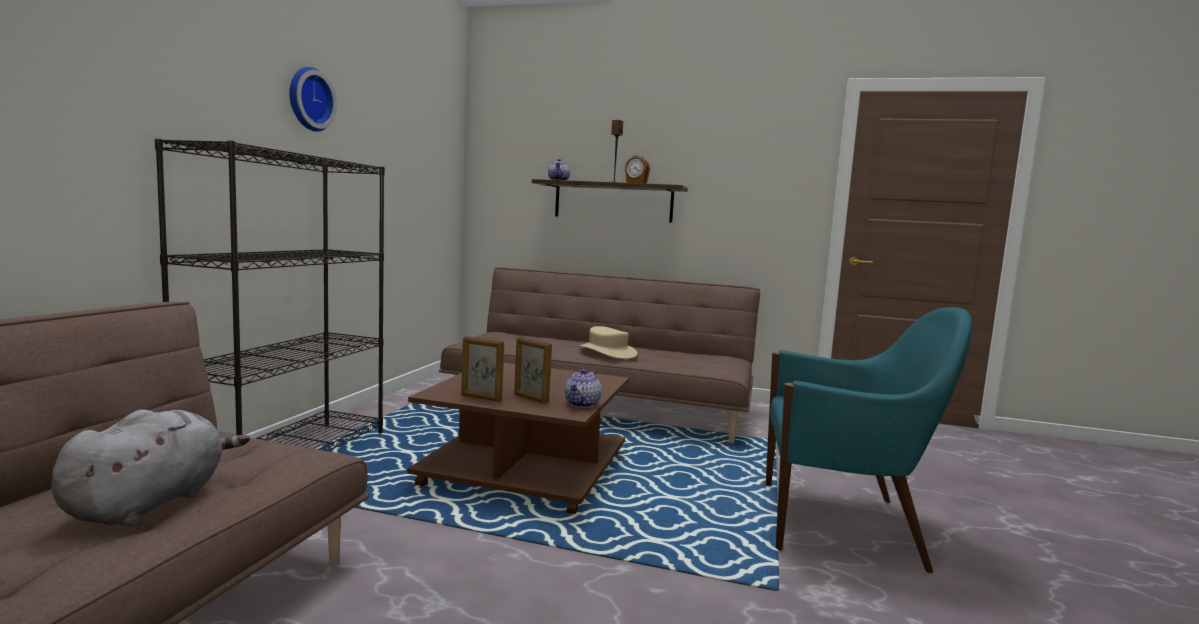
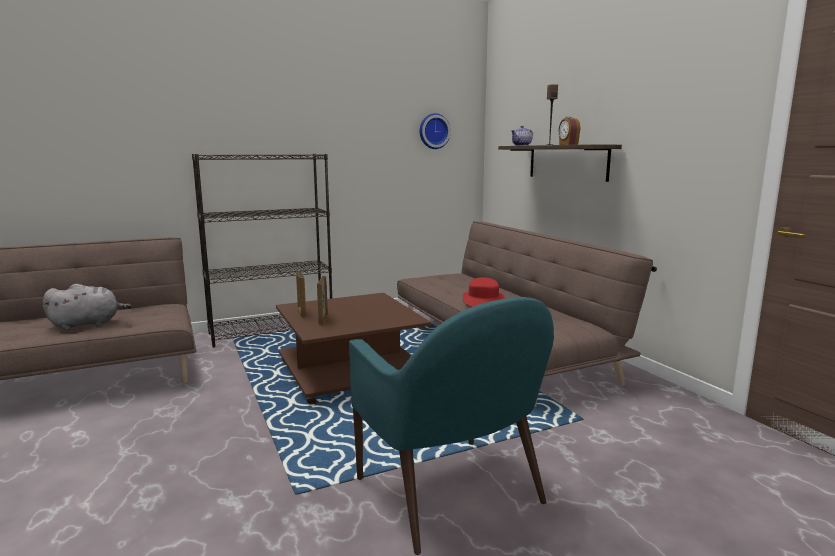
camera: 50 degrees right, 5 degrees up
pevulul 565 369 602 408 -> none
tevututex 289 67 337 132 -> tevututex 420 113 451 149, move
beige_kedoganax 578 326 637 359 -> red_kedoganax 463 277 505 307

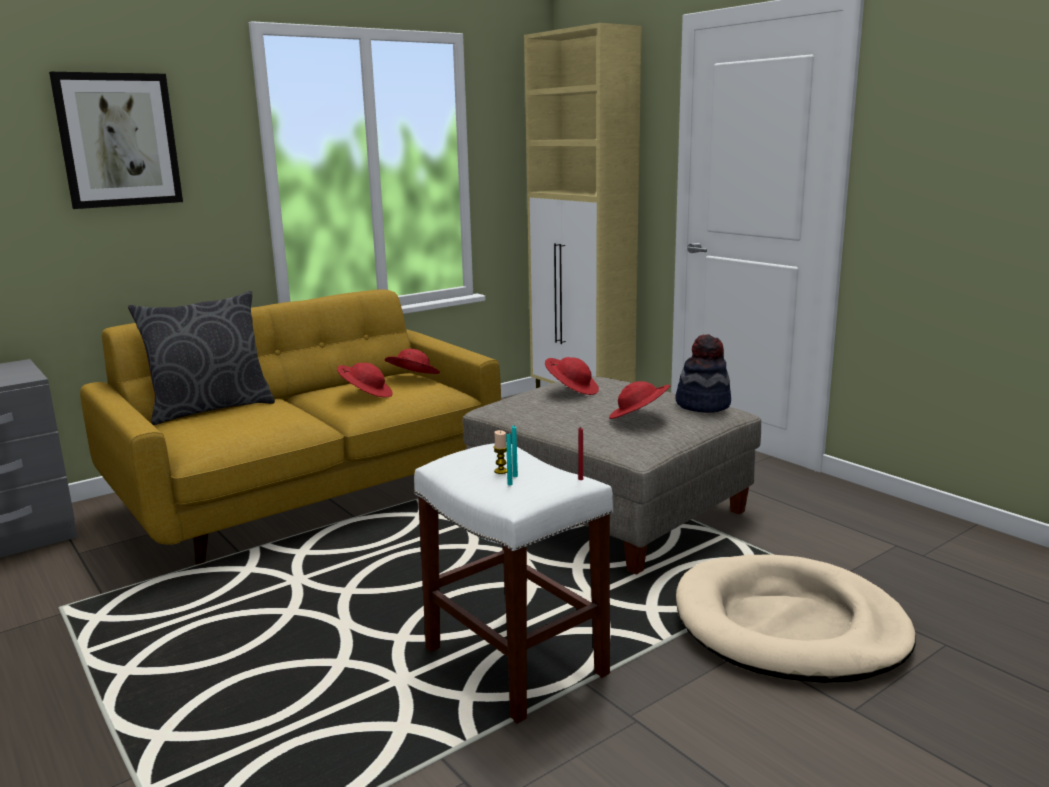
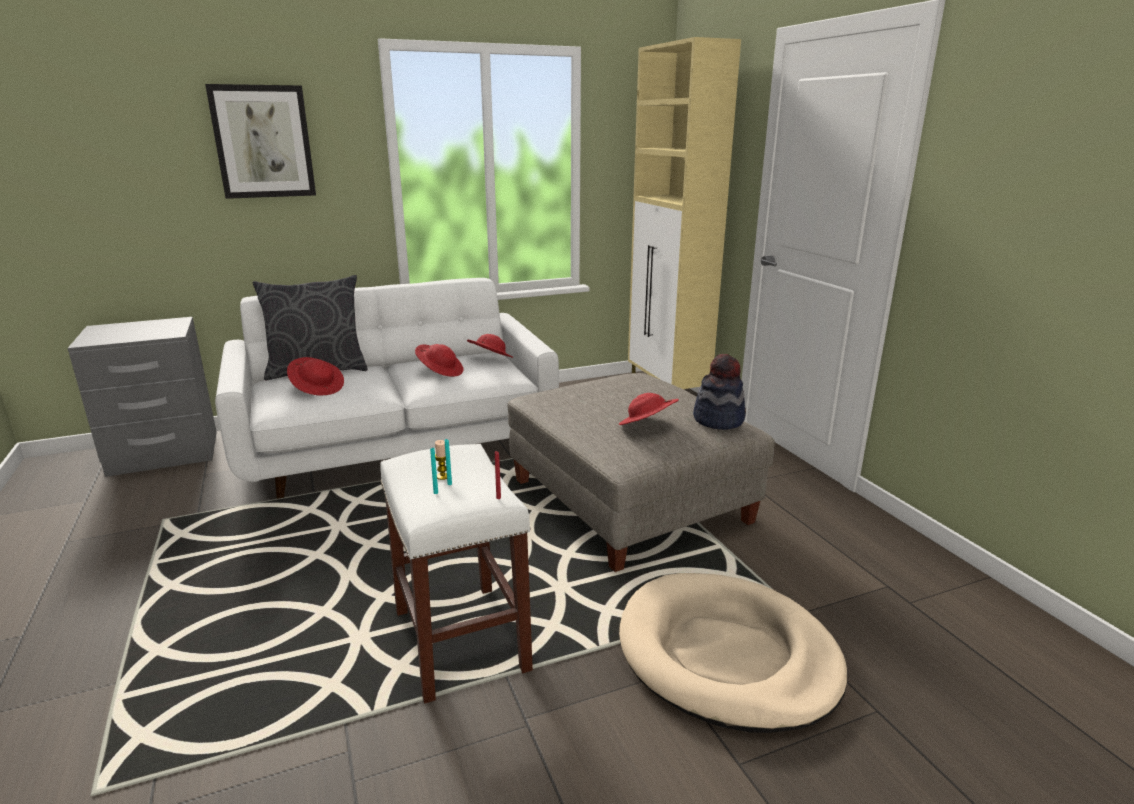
camera: 15 degrees right, 5 degrees up
red_kedoganax 545 357 599 395 -> red_kedoganax 287 357 344 396, move
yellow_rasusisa 80 289 501 565 -> white_rasusisa 215 278 559 499

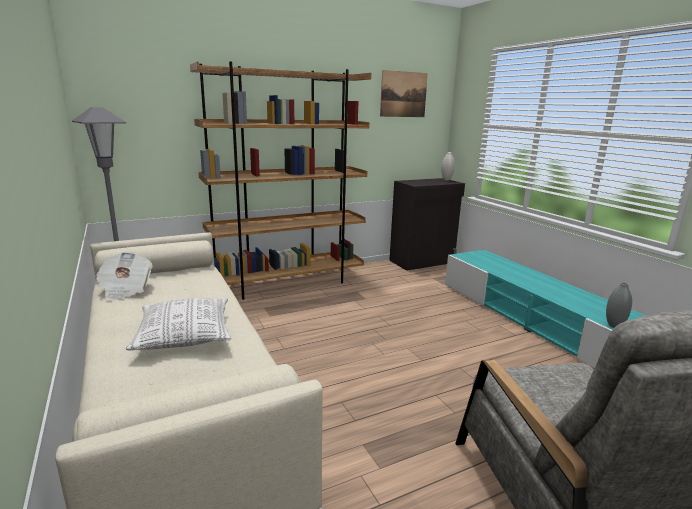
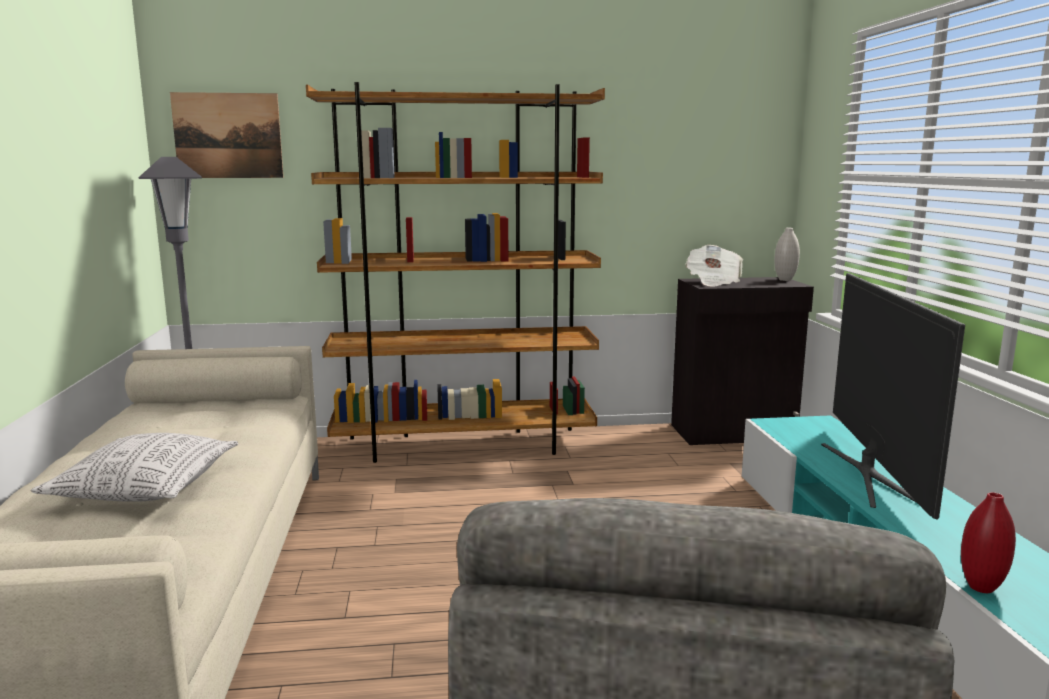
camera: 20 degrees right, 5 degrees down
none -> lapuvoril 821 273 965 519
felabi 96 252 153 301 -> felabi 685 245 743 287, move
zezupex 380 70 428 117 -> zezupex 170 92 283 178, move
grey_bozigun 606 282 632 328 -> red_bozigun 961 492 1016 593

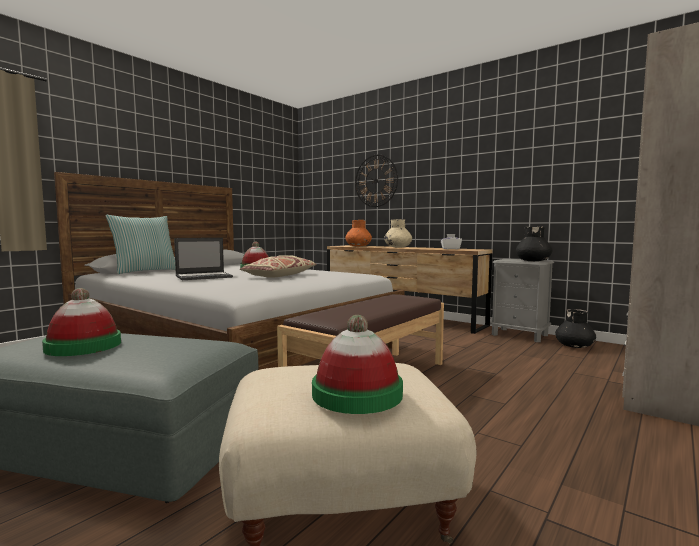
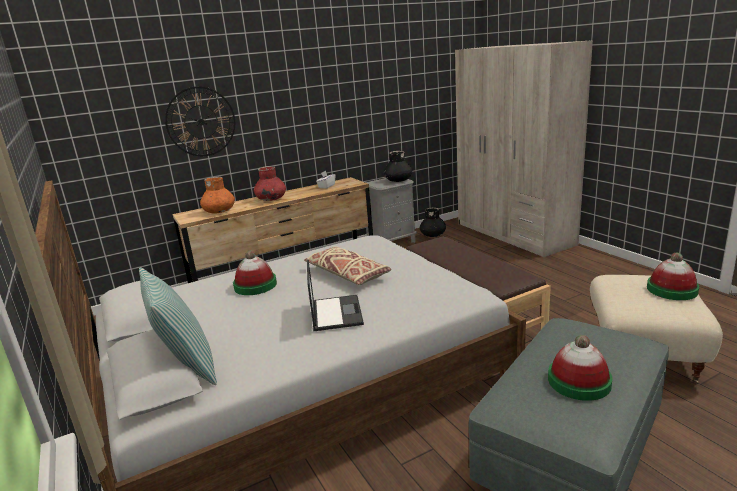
camera: 65 degrees left, 15 degrees up
beige_bozigun 384 219 412 248 -> red_bozigun 254 166 286 201

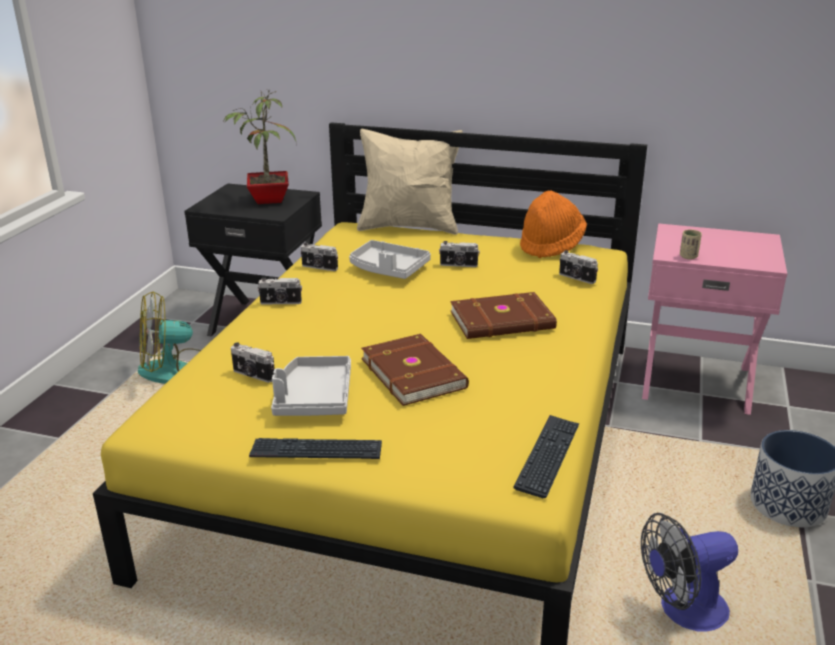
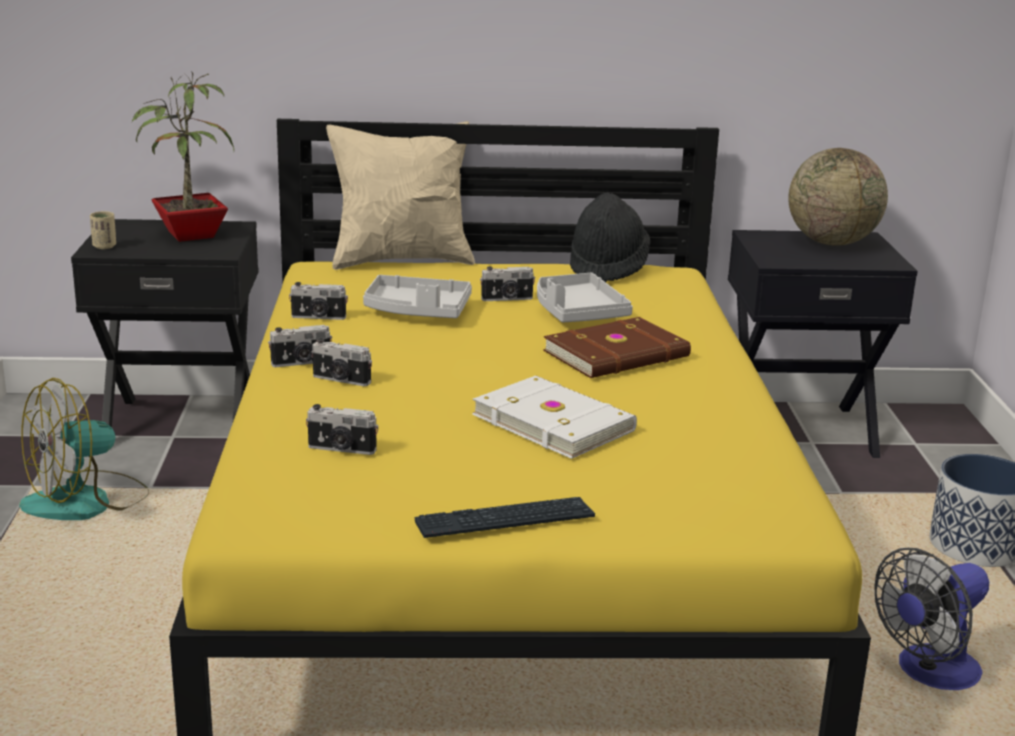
camera: 20 degrees left, 5 degrees down
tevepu 513 415 579 498 -> none
none -> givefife 788 148 888 246
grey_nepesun 271 356 351 416 -> grey_nepesun 537 273 633 323, move
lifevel 559 250 598 284 -> lifevel 312 338 372 386, move
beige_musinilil 680 229 702 260 -> beige_musinilil 90 211 116 249, move
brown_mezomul 361 334 469 406 -> white_mezomul 472 376 637 459
orange_kedoganax 520 190 587 258 -> black_kedoganax 570 193 651 282
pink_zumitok 642 224 787 415 -> black_zumitok 728 230 918 458

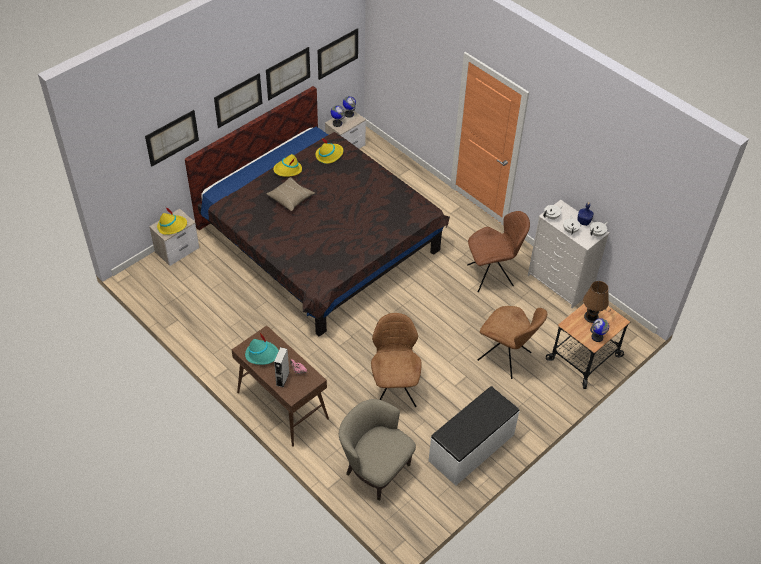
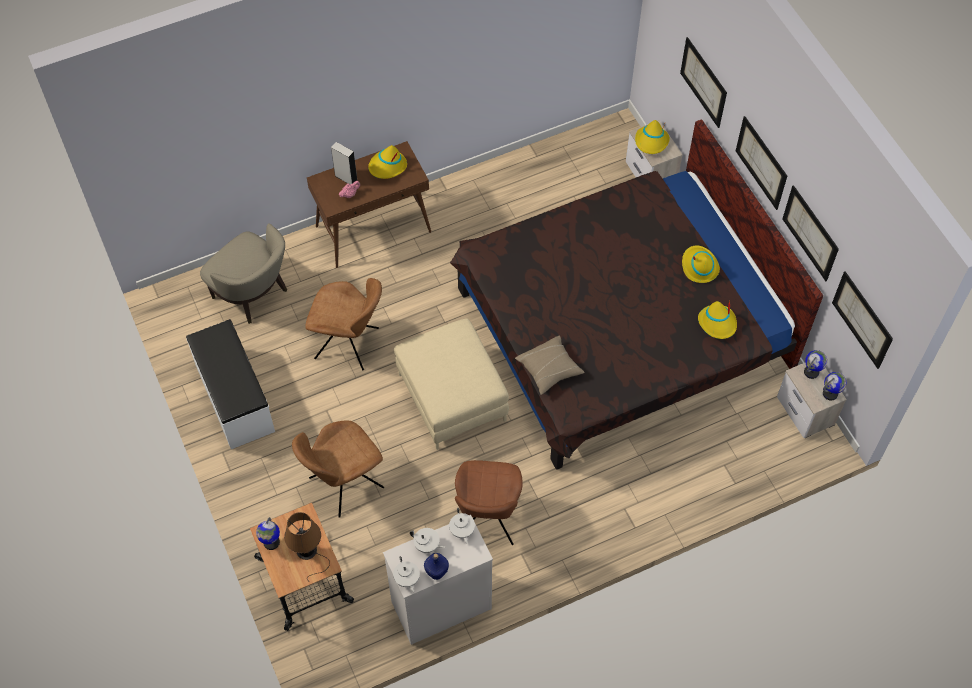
camera: 110 degrees right, 10 degrees up
none -> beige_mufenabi 394 318 509 450
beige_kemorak 266 177 315 211 -> beige_kemorak 515 336 584 395, move
turquoise_kedoganax 245 333 279 365 -> yellow_kedoganax 368 145 407 179
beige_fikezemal 339 399 416 500 -> beige_fikezemal 200 223 287 324, 75 degrees clockwise

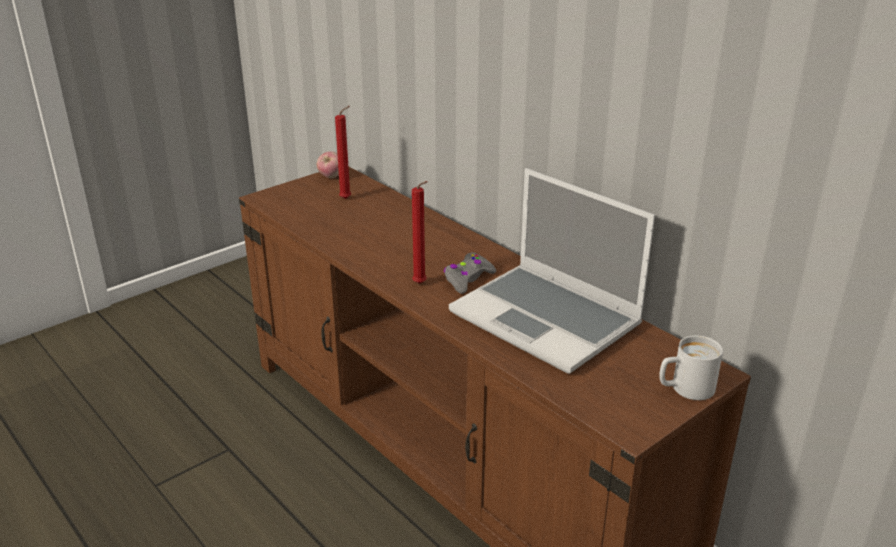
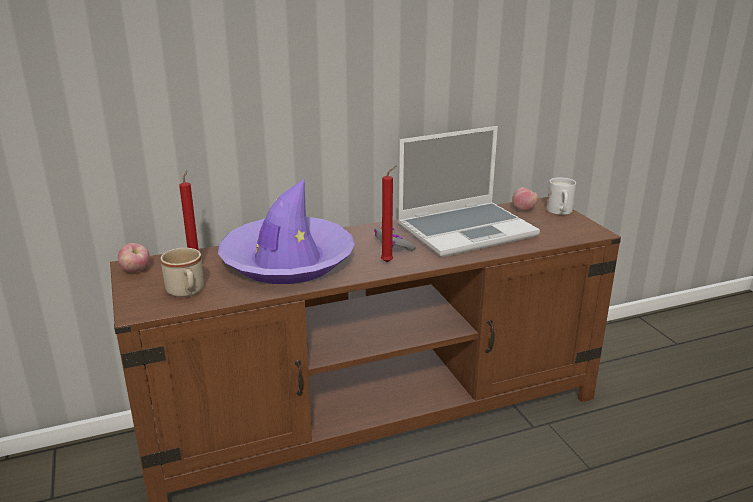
camera: 70 degrees left, 5 degrees down
none -> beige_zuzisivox 160 248 204 297
none -> purple_kedoganax 218 179 355 284
none -> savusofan 512 187 538 211

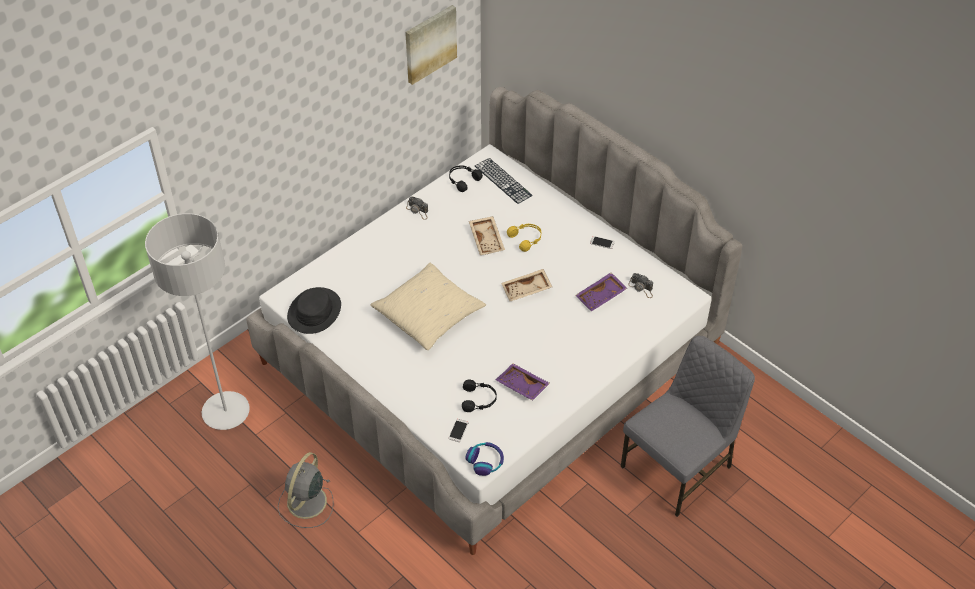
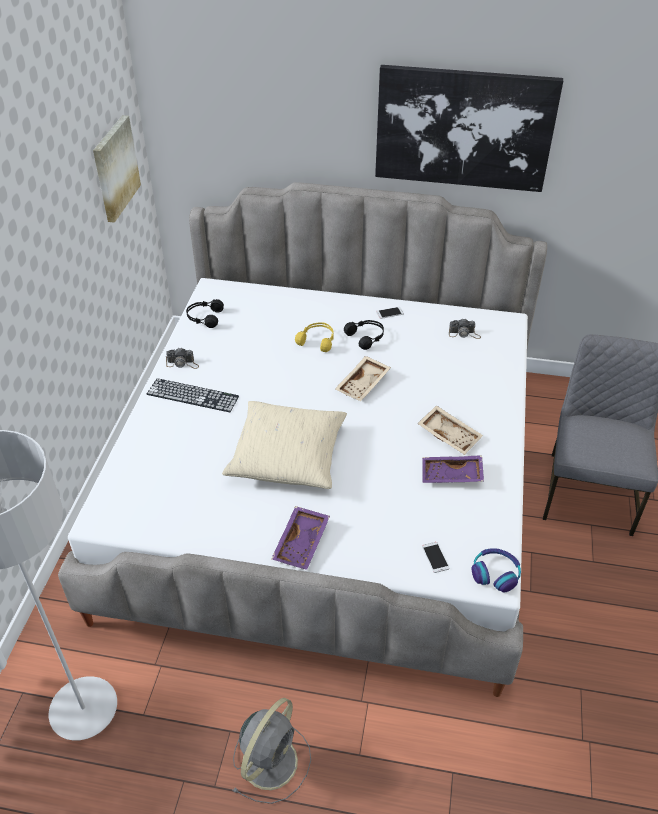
camera: 35 degrees left, 5 degrees down
black_kedoganax 287 287 341 334 -> none
none -> zezupex 375 65 563 192
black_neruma 462 380 497 412 -> black_neruma 344 320 384 350, move
beige_nepesun 469 216 505 255 -> beige_nepesun 418 405 483 455, move
tevepu 475 158 533 204 -> tevepu 147 378 239 412, move
purple_nepesun 575 273 627 311 -> purple_nepesun 271 506 330 570, move
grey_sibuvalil 278 452 334 528 -> grey_sibuvalil 233 698 311 804, 135 degrees counterclockwise

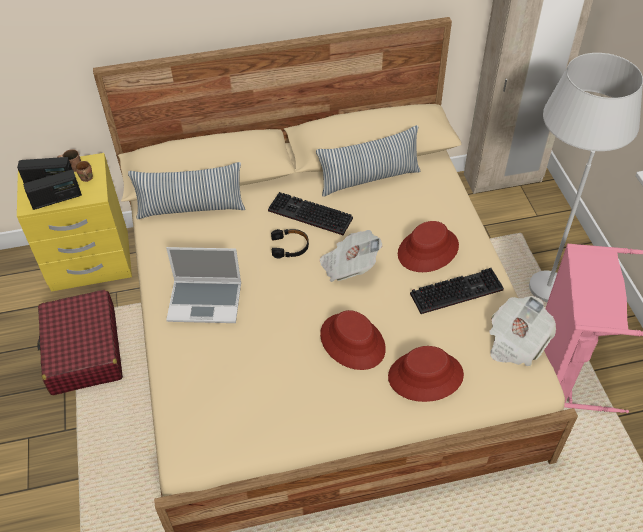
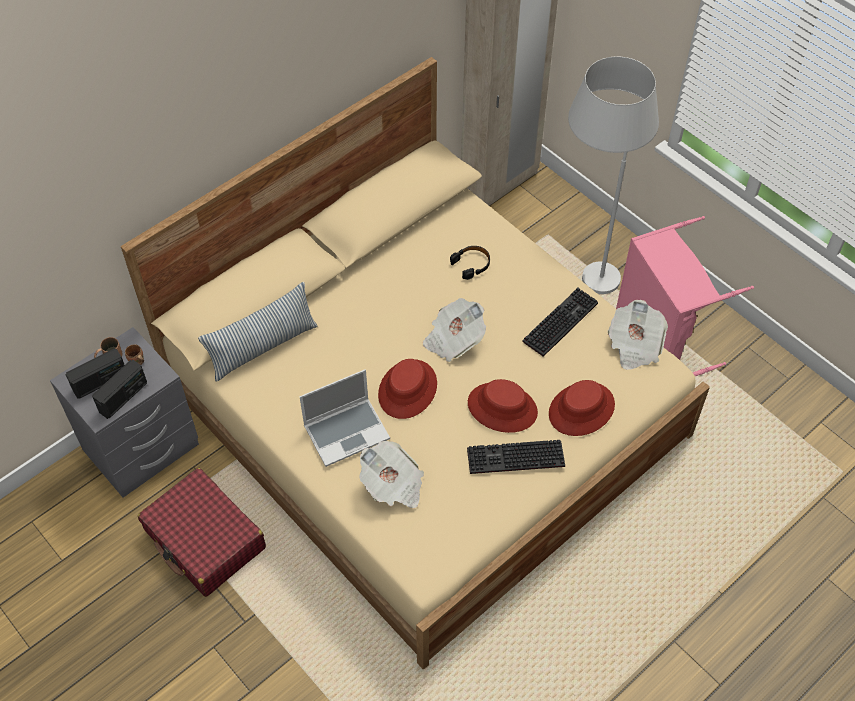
camera: 30 degrees left, 5 degrees up
kemorak 316 125 420 197 -> none
none -> felabi 359 441 424 508
tevepu 268 192 353 235 -> tevepu 467 440 565 474, move
black_neruma 271 229 309 258 -> black_neruma 450 246 490 280, move
red_kedoganax 398 221 459 272 -> red_kedoganax 378 359 437 419, move
yellow_zumitok 17 153 132 292 -> grey_zumitok 50 327 199 498

